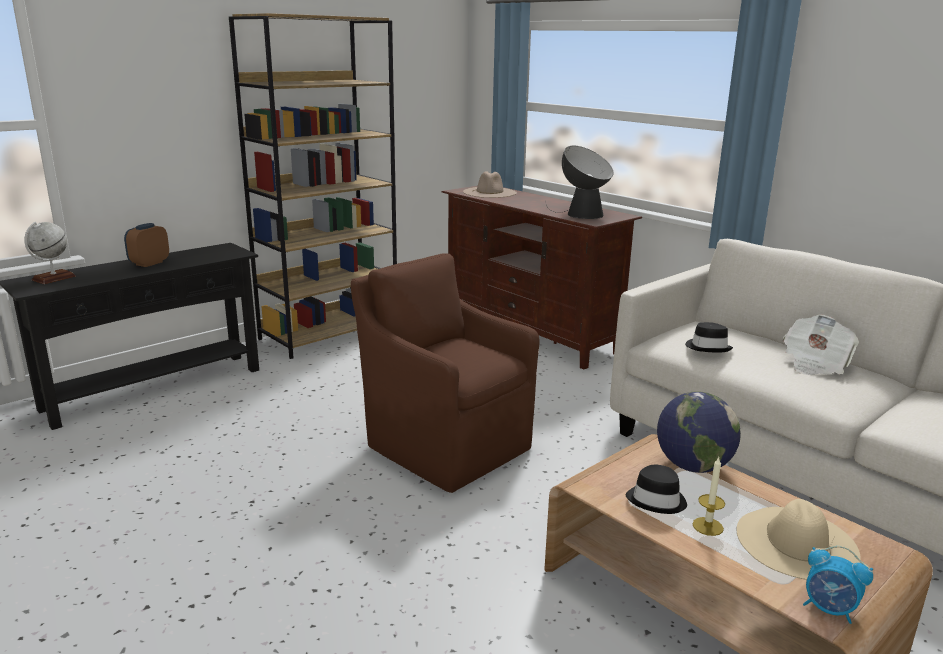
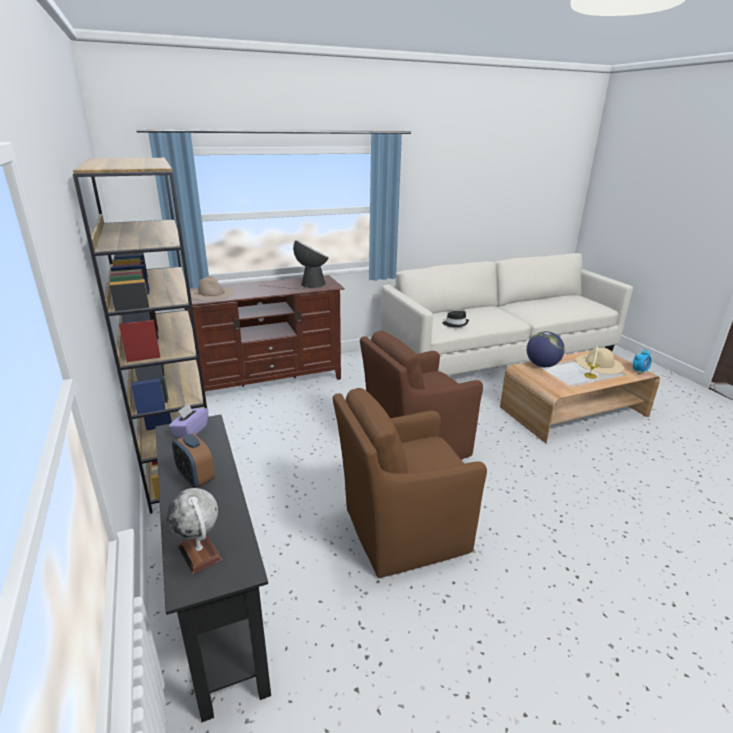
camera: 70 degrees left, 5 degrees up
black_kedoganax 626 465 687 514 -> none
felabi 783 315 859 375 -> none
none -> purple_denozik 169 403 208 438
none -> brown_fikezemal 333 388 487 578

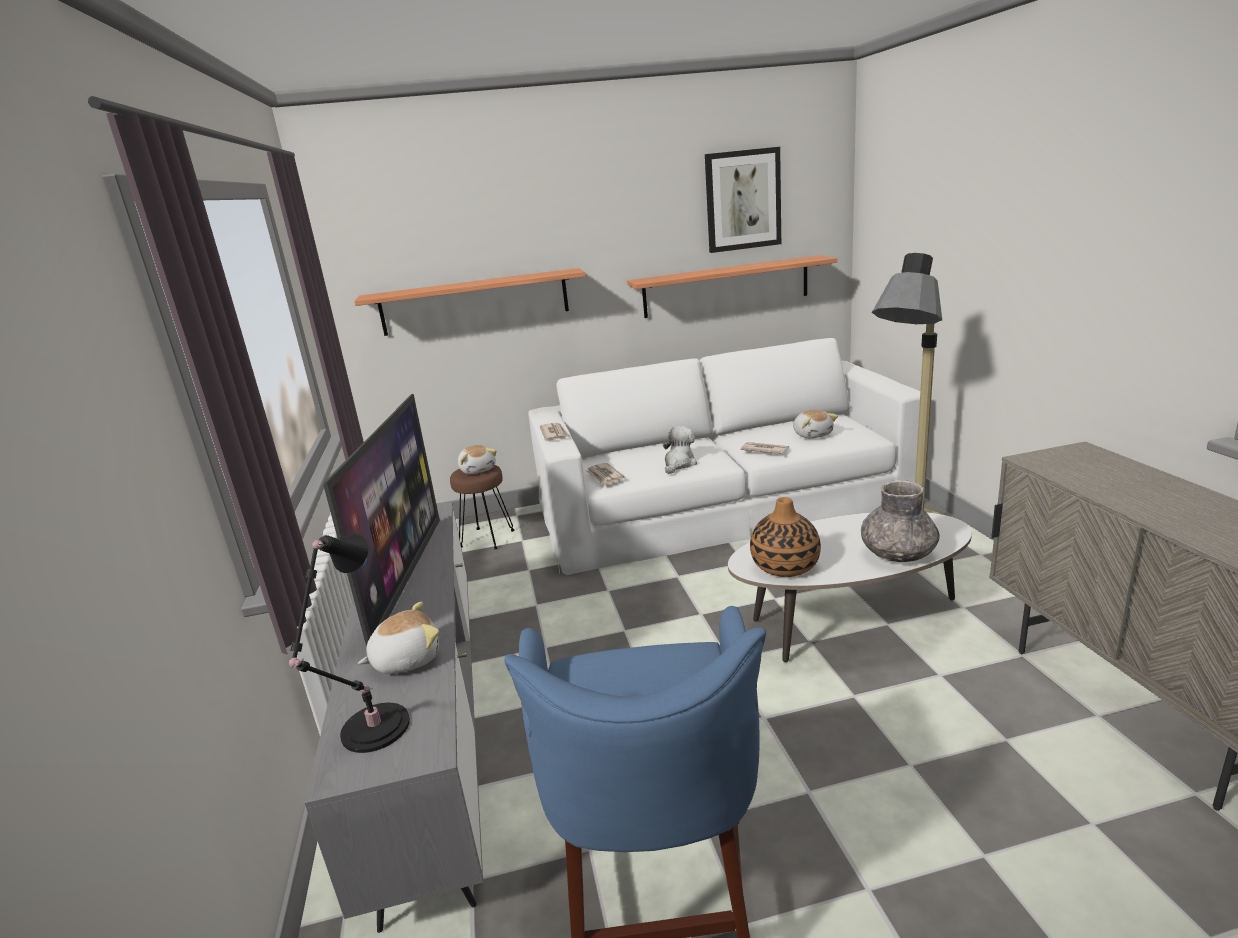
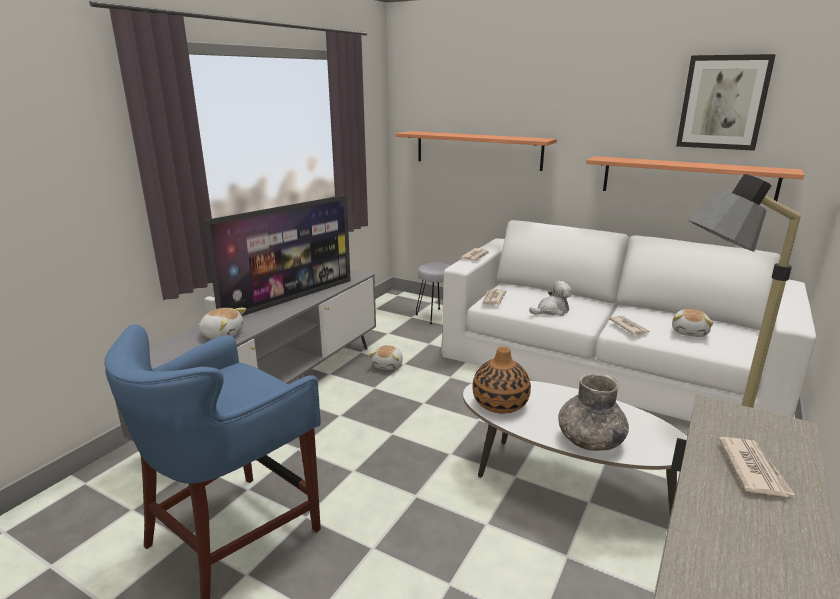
camera: 40 degrees right, 0 degrees up
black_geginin 289 534 410 753 -> none
none -> felabi 719 437 795 497
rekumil 458 445 497 474 -> rekumil 369 345 403 370, move
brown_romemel 450 465 514 549 -> grey_romemel 415 263 451 324

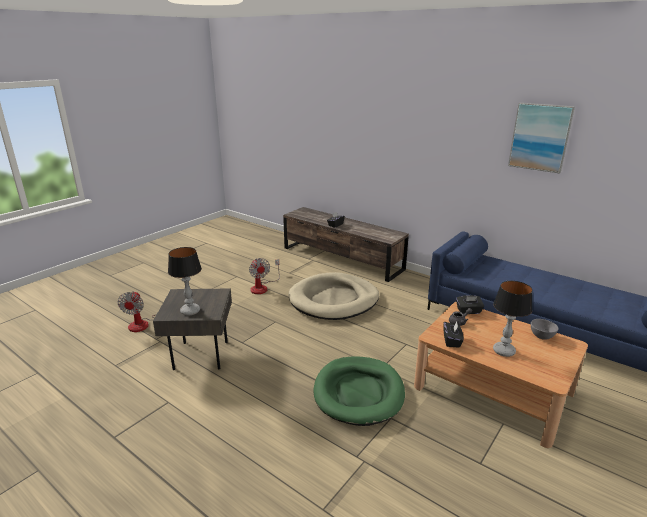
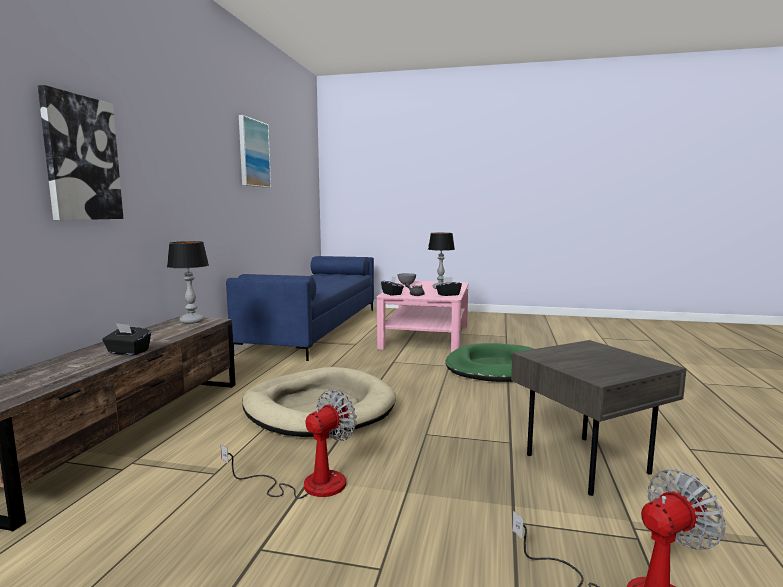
camera: 115 degrees left, 15 degrees down
none -> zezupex 38 85 123 220
geginin 168 247 202 316 -> geginin 167 241 209 324, move
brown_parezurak 414 302 588 448 -> pink_parezurak 377 281 469 353

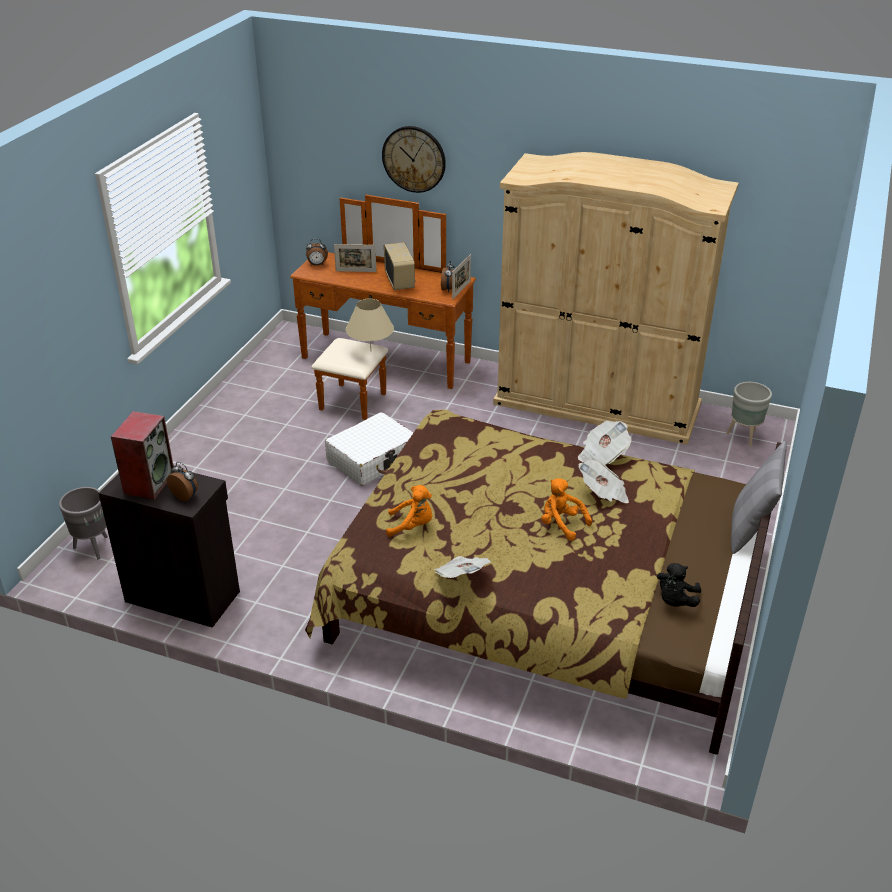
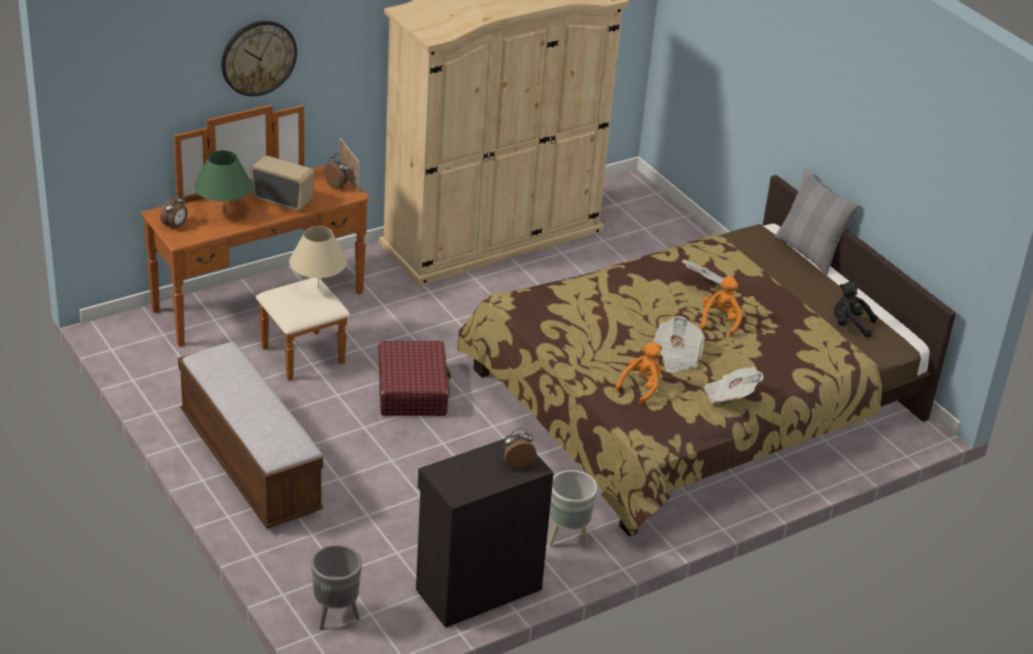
camera: 55 degrees left, 0 degrees up
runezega 111 411 175 500 -> none
none -> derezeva 178 342 323 529
felabi 578 421 631 465 -> felabi 653 316 705 373, move
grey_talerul 726 382 772 447 -> grey_talerul 549 470 598 547, move
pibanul 334 244 377 272 -> green_geginin 194 150 253 213
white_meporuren 325 412 413 486 -> red_meporuren 378 341 451 416
orange_rekumil 541 478 592 541 -> orange_rekumil 700 276 742 337, 120 degrees clockwise
black_rekumil 657 563 701 607 -> black_rekumil 834 282 877 337, 135 degrees clockwise

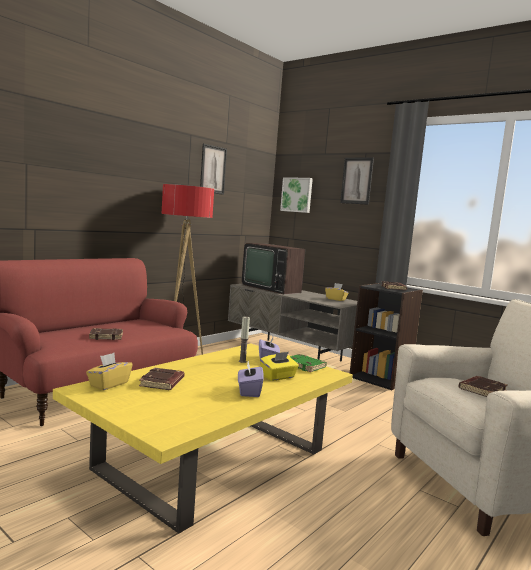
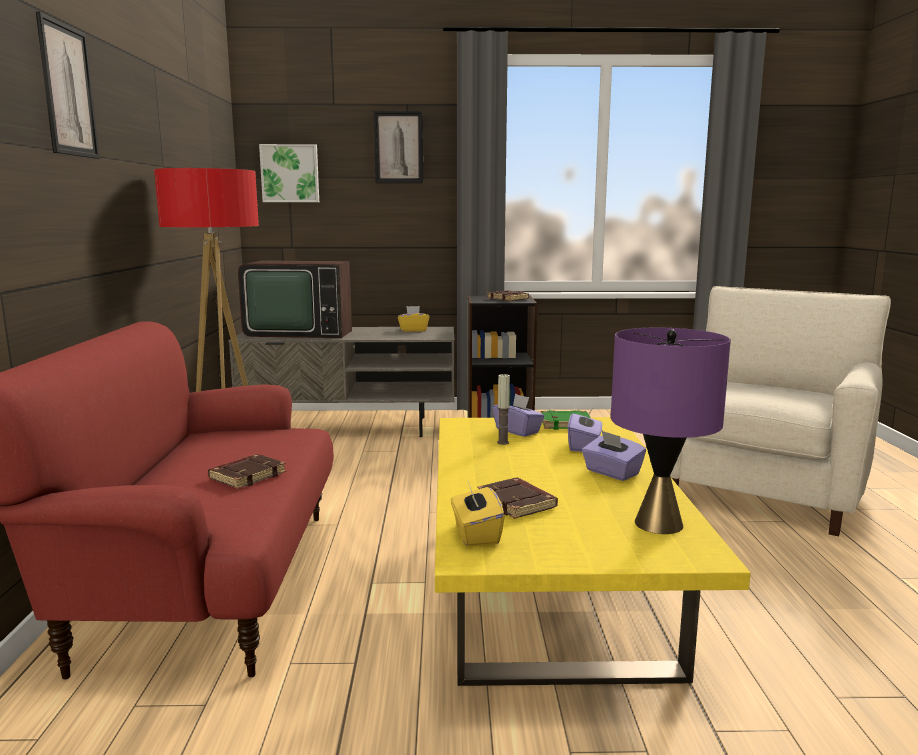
camera: 40 degrees left, 5 degrees up
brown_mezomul 458 376 508 397 -> none
none -> purple_geginin 611 328 731 534
zezupex 200 144 227 195 -> zezupex 36 11 100 159, move
yellow_denozik 260 352 299 381 -> purple_denozik 568 409 602 452

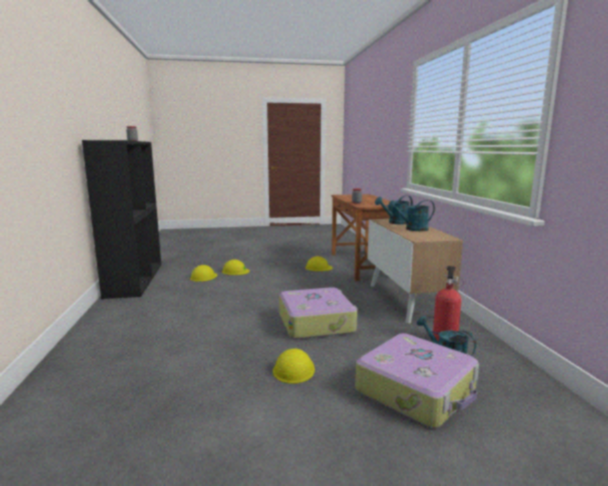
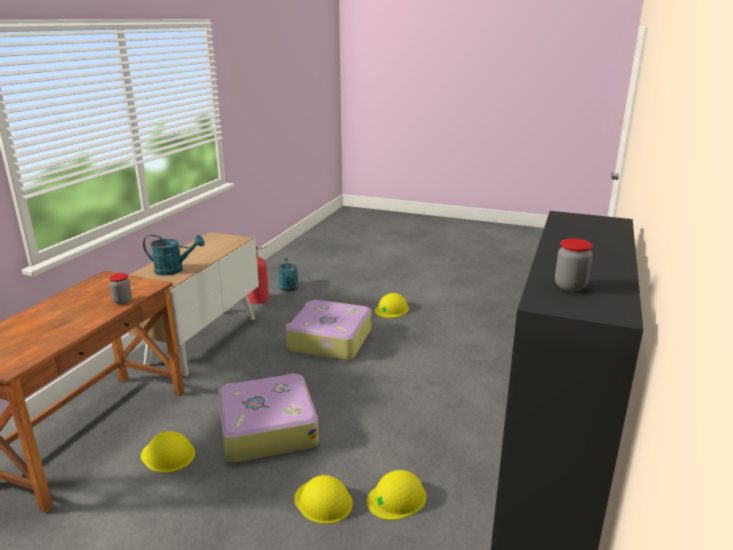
camera: 150 degrees left, 10 degrees up
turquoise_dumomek 388 200 435 231 -> none
meporuren 355 333 479 428 -> meporuren 218 374 319 462, move

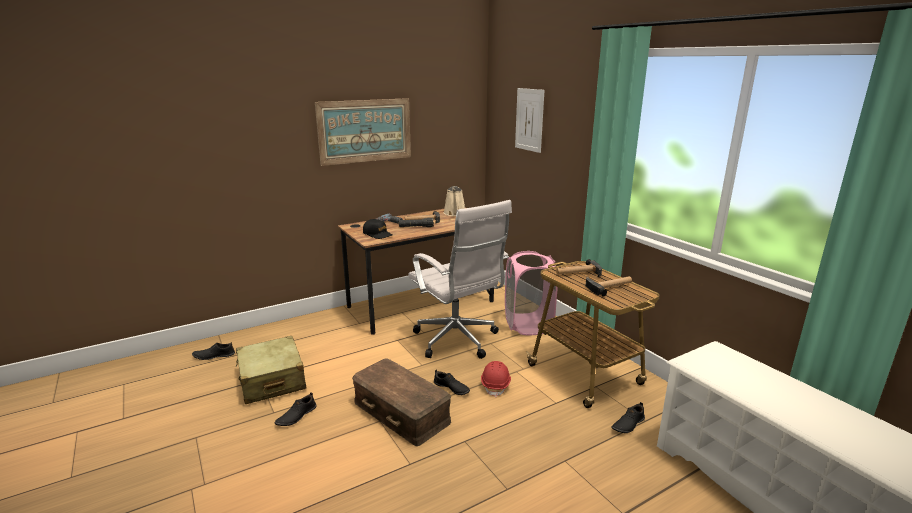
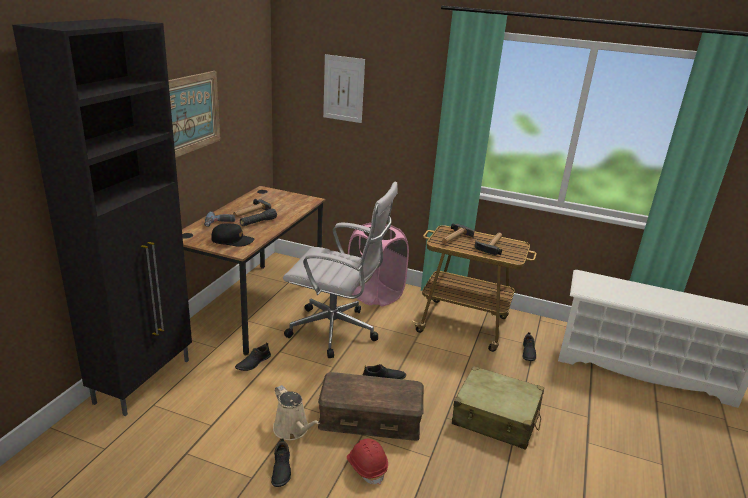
camera: 40 degrees left, 5 degrees up
none -> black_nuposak 12 18 192 416
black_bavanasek 192 342 235 360 -> black_bavanasek 235 343 271 371, move
beige_meporuren 236 336 306 404 -> beige_meporuren 452 366 544 450, move
beige_dumomek 443 186 465 216 -> beige_dumomek 273 385 319 440, move
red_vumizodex 481 361 511 397 -> red_vumizodex 347 439 388 484, move

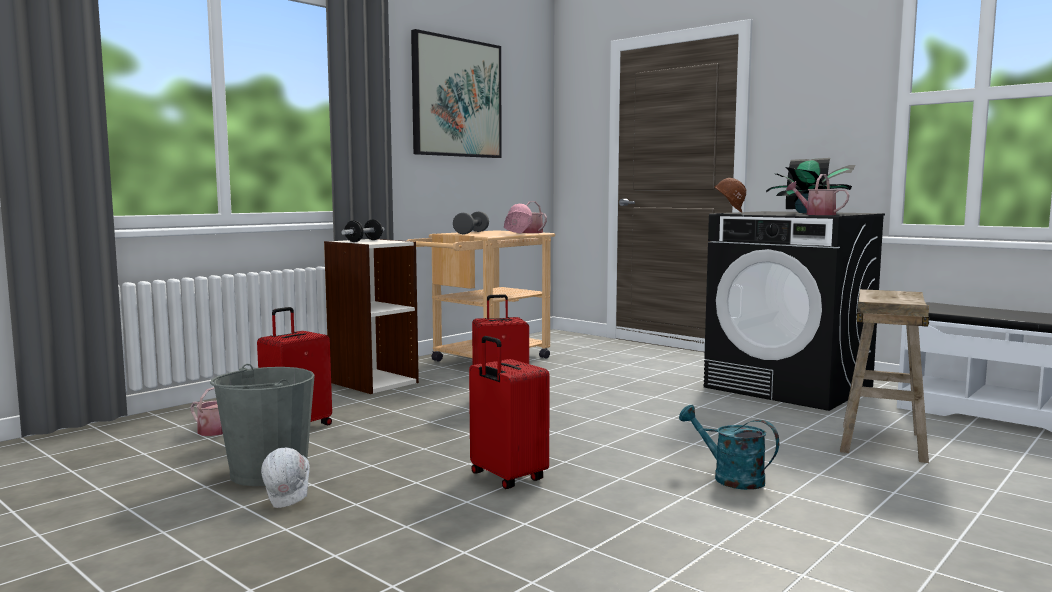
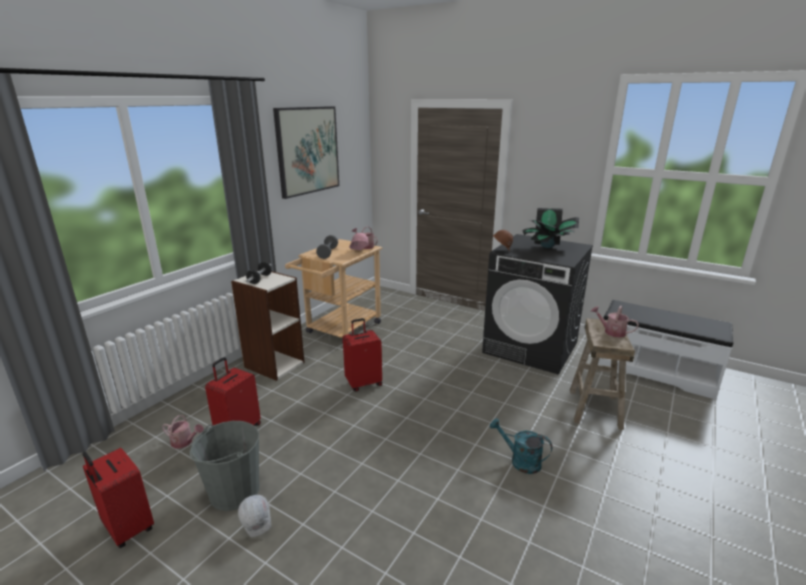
camera: 10 degrees left, 15 degrees up
red_meporuren 469 336 550 489 -> red_meporuren 82 448 154 548, move
dumomek 786 174 850 215 -> dumomek 591 306 639 337, move

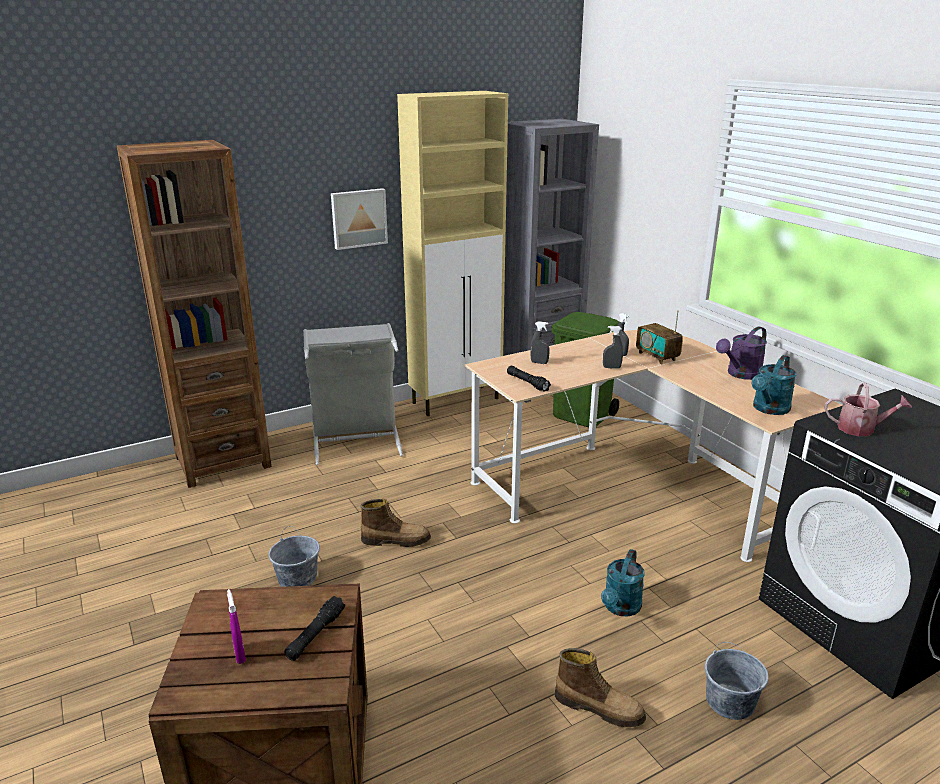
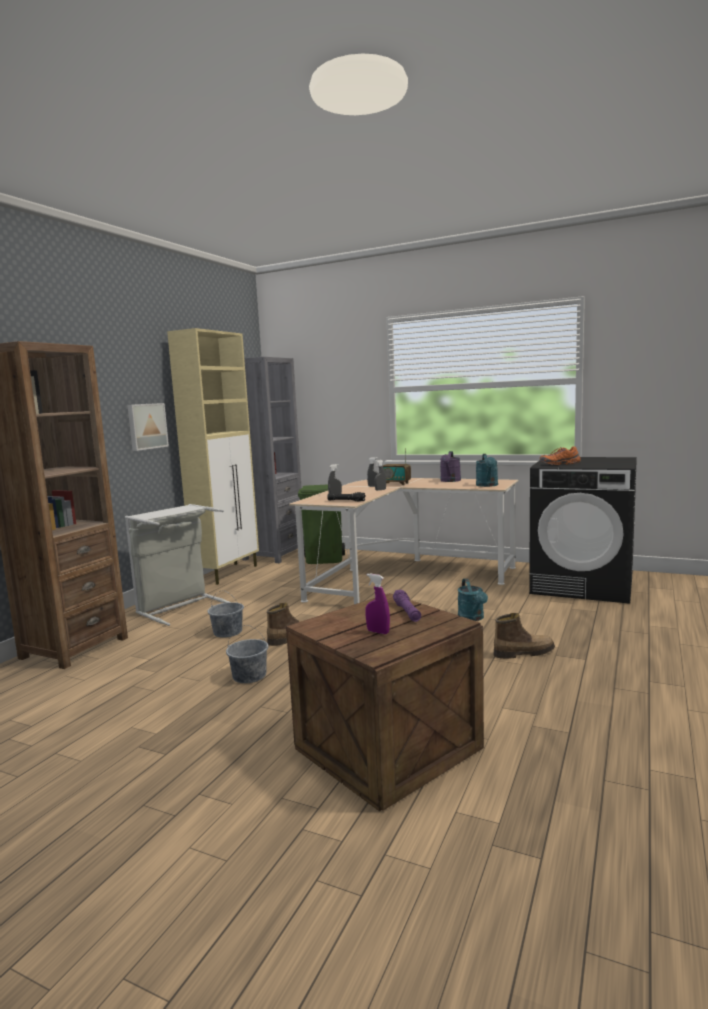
camera: 35 degrees left, 15 degrees down
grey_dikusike 705 642 769 720 -> grey_dikusike 208 590 244 638, move
dumomek 825 382 912 436 -> orange_bavanasek 540 446 581 465
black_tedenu 284 596 345 661 -> purple_tedenu 393 590 421 622

